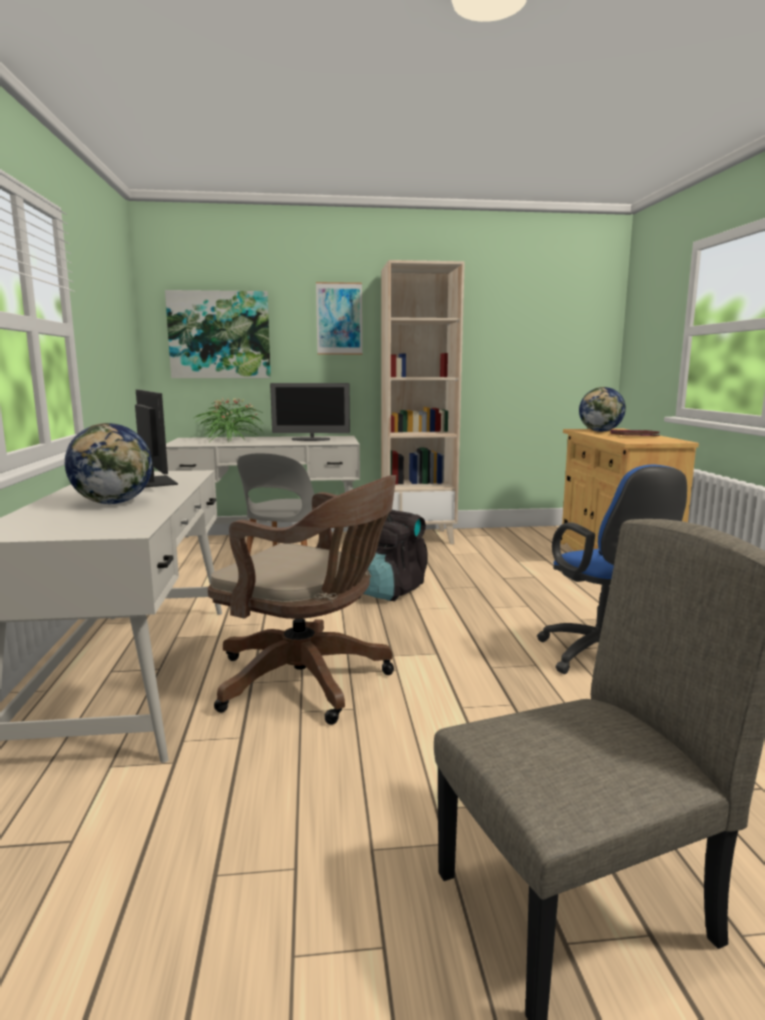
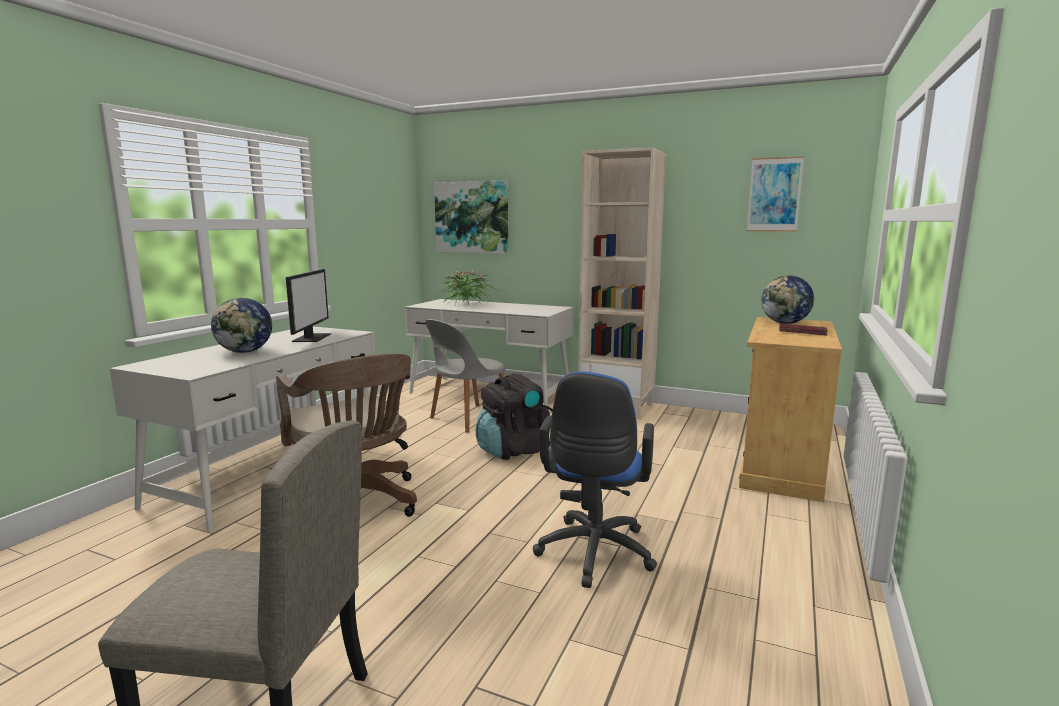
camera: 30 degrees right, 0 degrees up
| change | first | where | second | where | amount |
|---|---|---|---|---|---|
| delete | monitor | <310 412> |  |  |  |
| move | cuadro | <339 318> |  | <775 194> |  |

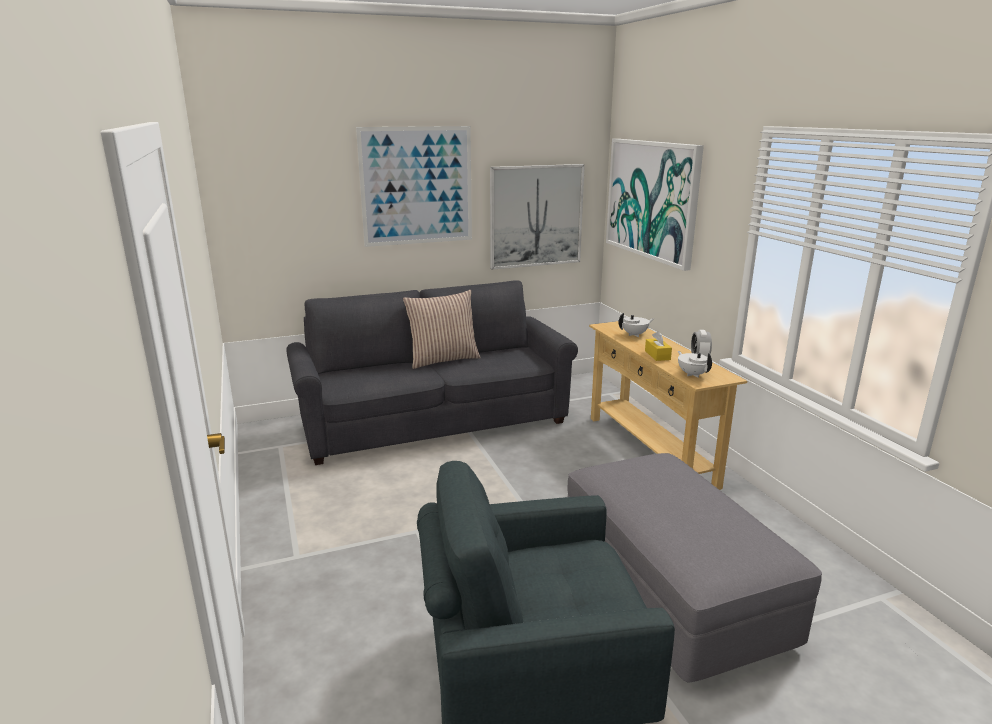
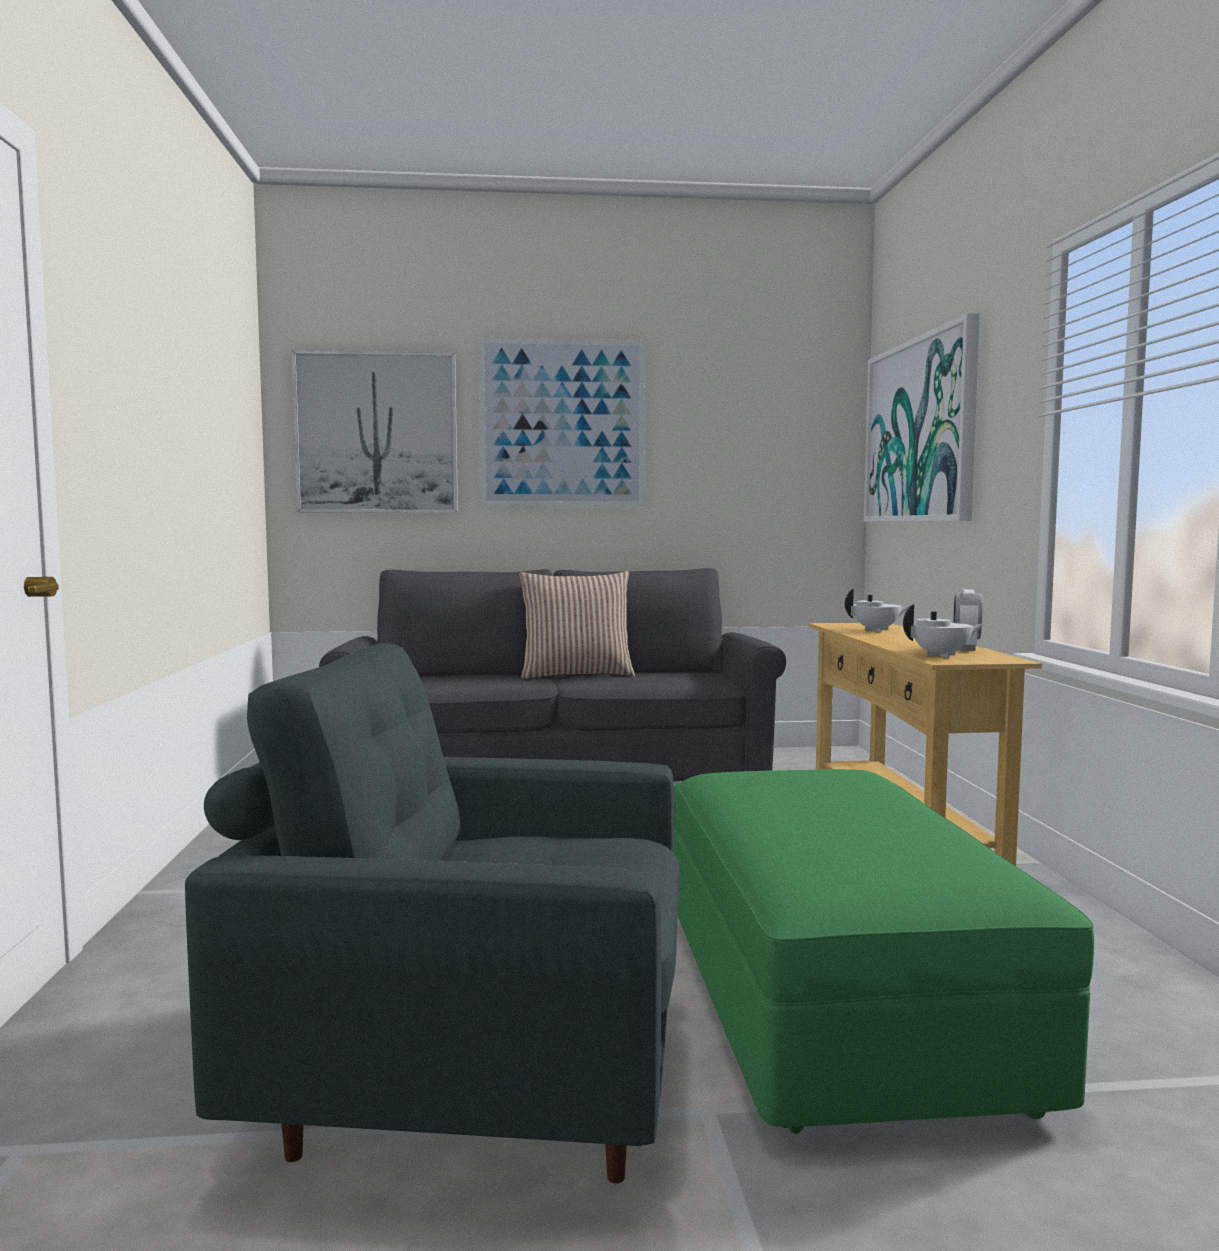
camera: 15 degrees right, 15 degrees down
| change | first | where | second | where | amount |
|---|---|---|---|---|---|
| move | cuadro | <537 217> |  | <374 431> |  |
| recolor | puf [gris] | <695 567> | puf [verde] | <884 951> |  |
| delete | caja de pañuelos [amarillo] | <658 346> |  |  |  |
| rotate | tetera [blanco] | <695 364> |  | <943 631> | 90 degrees clockwise |

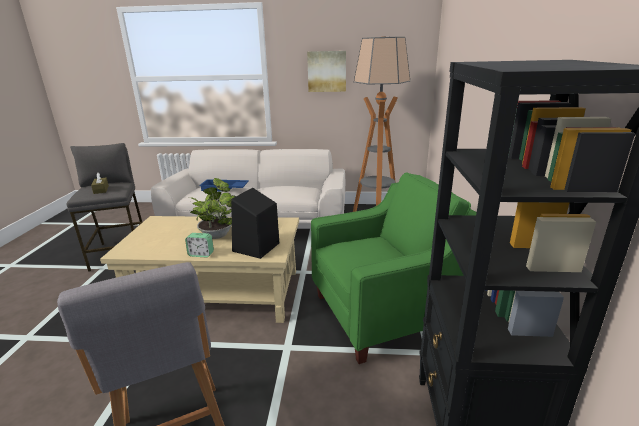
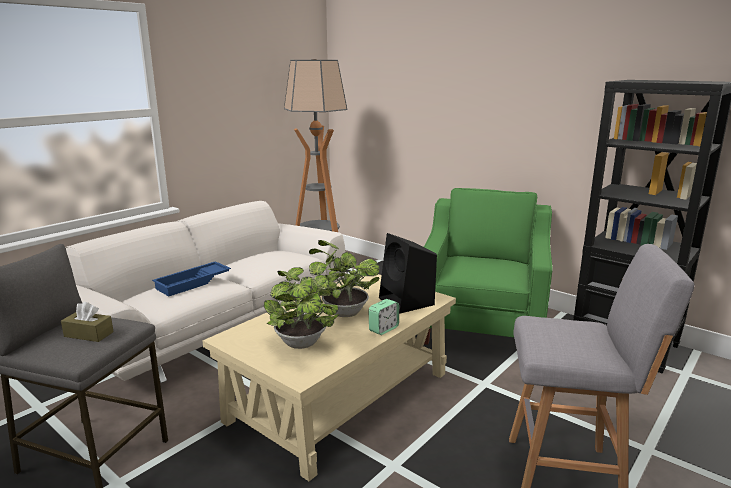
camera: 55 degrees left, 5 degrees down
| change | first | where | second | where | amount |
|---|---|---|---|---|---|
| delete | cuadro | <326 71> |  |  |  |
| insert |  |  | planta en maceta | <301 308> |  |

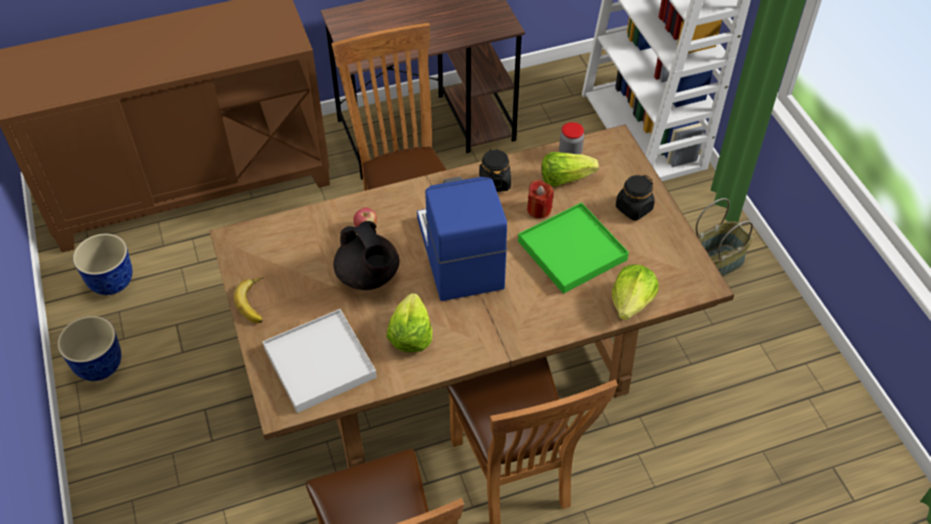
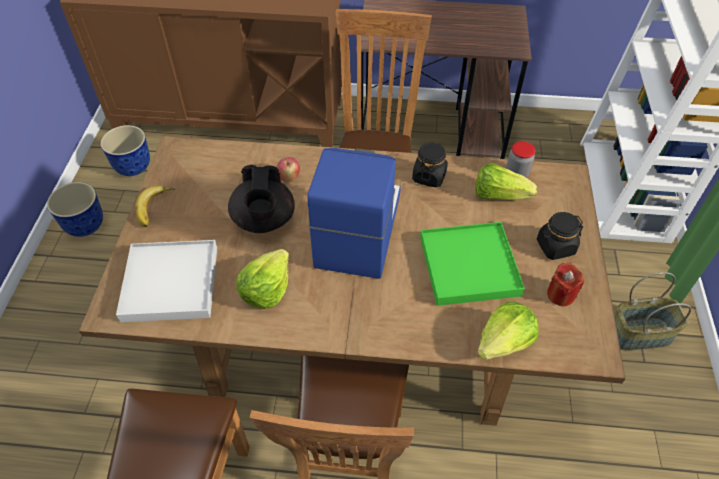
camera: 25 degrees right, 0 degrees up
| change | first | where | second | where | amount |
|---|---|---|---|---|---|
| move | vela [rojo] | <540 199> |  | <565 284> |  |

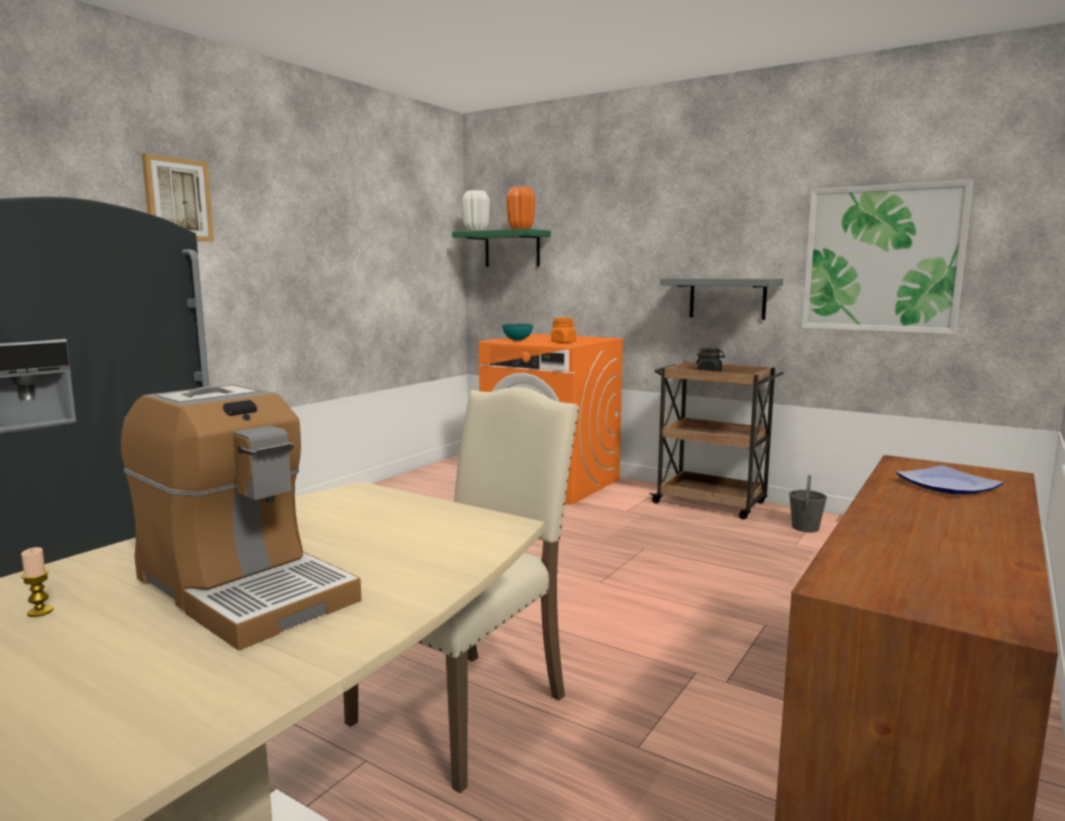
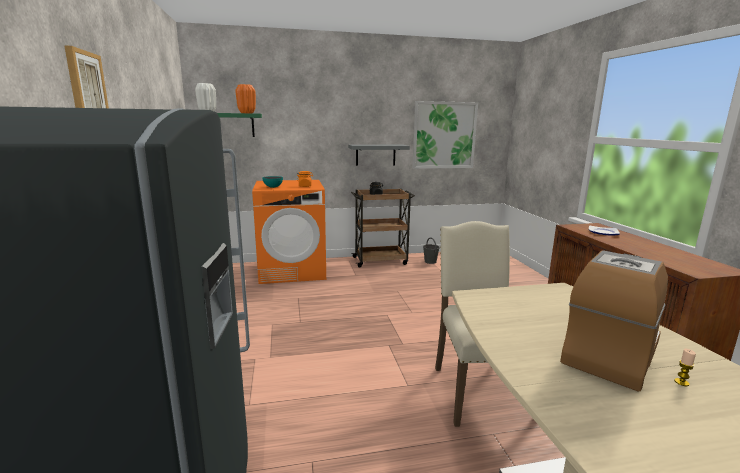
camera: 45 degrees left, 5 degrees up
| change | first | where | second | where | amount |
|---|---|---|---|---|---|
| move | vela | <37 582> |  | <685 367> |  |
| rotate | cafetera | <241 517> |  | <614 321> | 45 degrees counterclockwise |

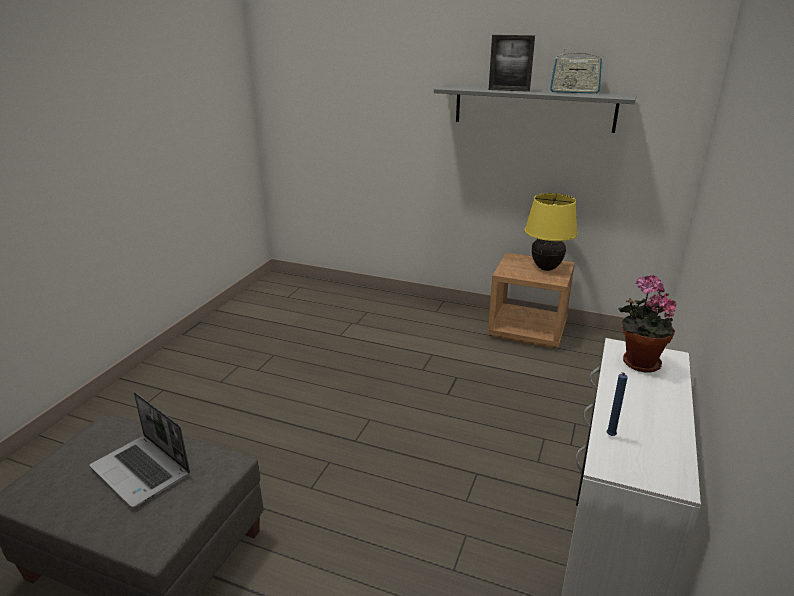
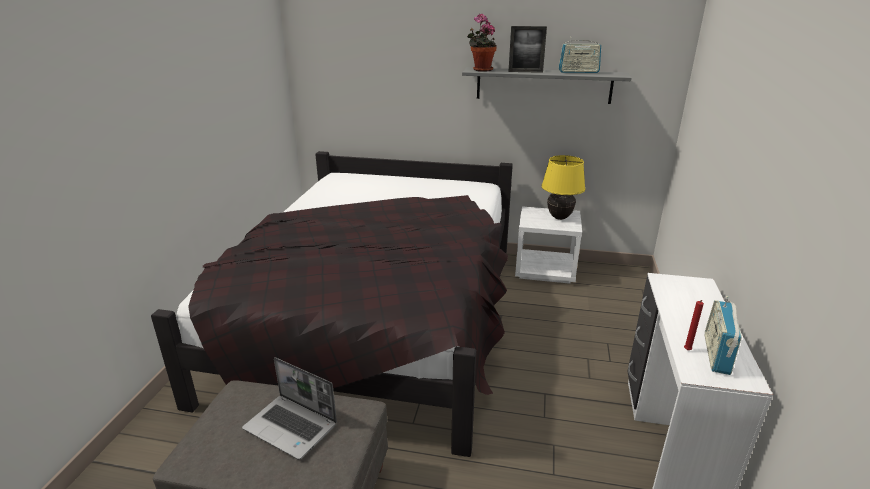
camera: 10 degrees left, 0 degrees up
| change | first | where | second | where | amount |
|---|---|---|---|---|---|
| recolor | mesita de noche [marrón] | <531 300> | mesita de noche [blanco] | <548 245> |  |
| recolor | vela [azul] | <617 404> | vela [rojo] | <694 325> |  |
| move | planta en maceta | <647 324> |  | <482 43> |  |
| insert |  |  | cama [negro] | <332 304> |  |
| insert |  |  | radio | <723 335> |  |

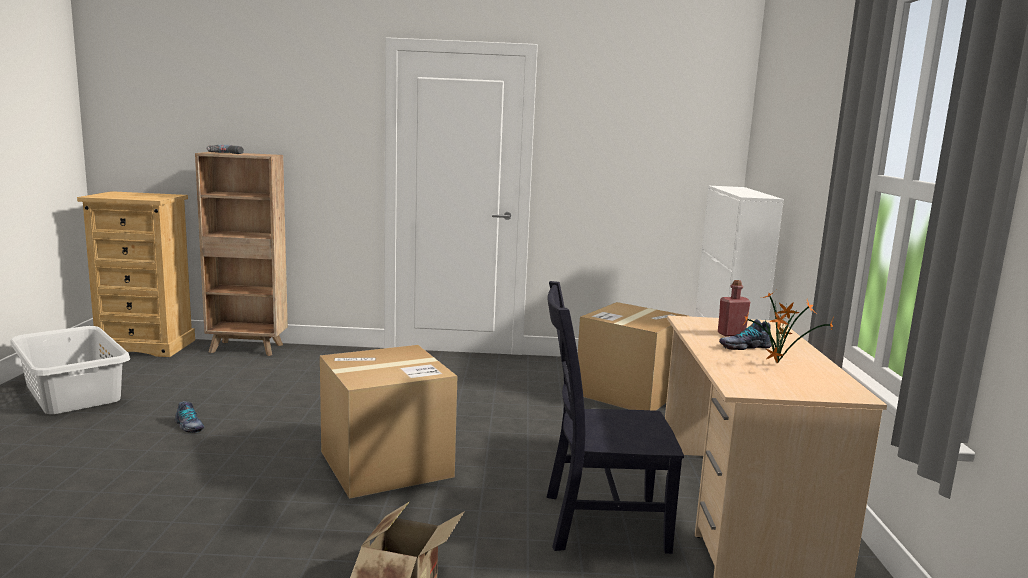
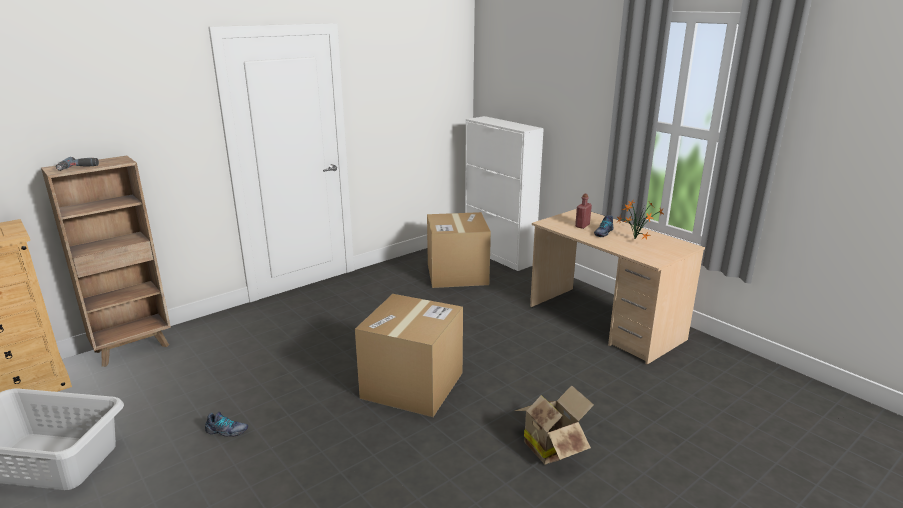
camera: 40 degrees left, 10 degrees up
| change | first | where | second | where | amount |
|---|---|---|---|---|---|
| delete | silla [negro] | <615 417> |  |  |  |

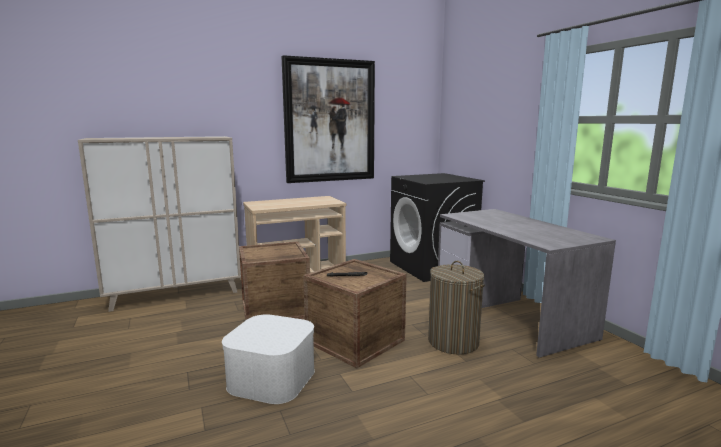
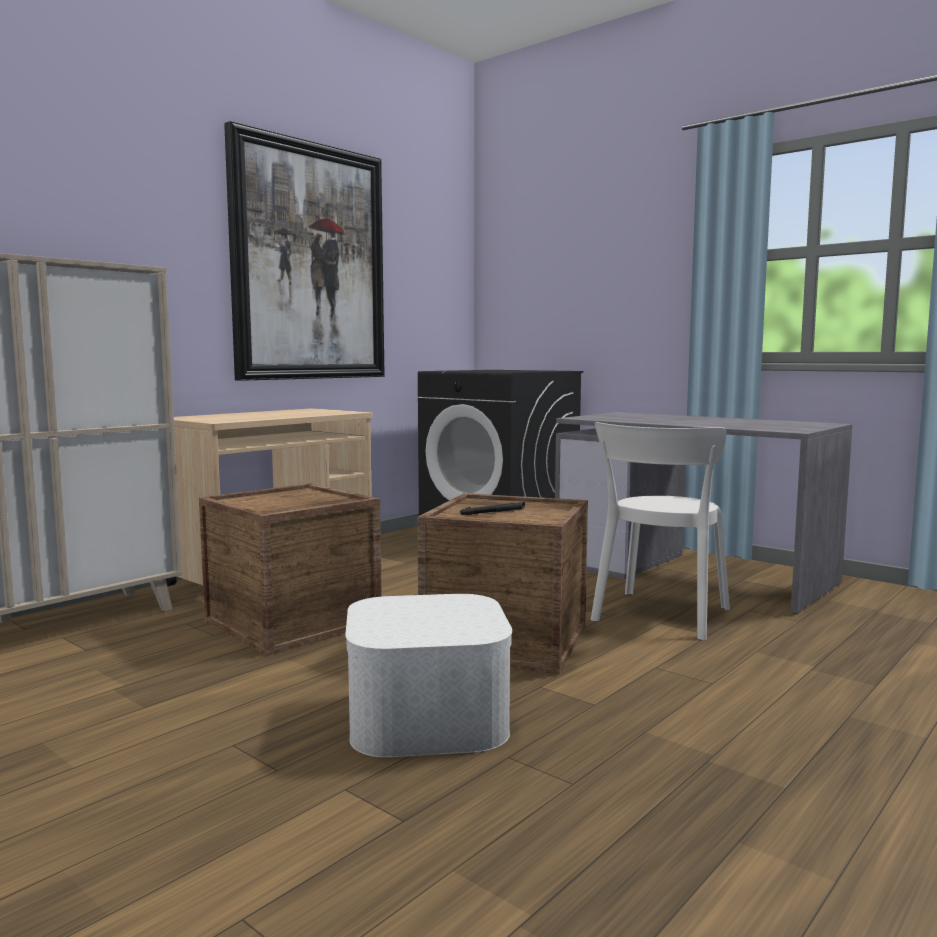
camera: 25 degrees left, 5 degrees down
| change | first | where | second | where | amount |
|---|---|---|---|---|---|
| replace | cesto de la ropa | <456 307> | silla [blanco] | <660 531> |  |

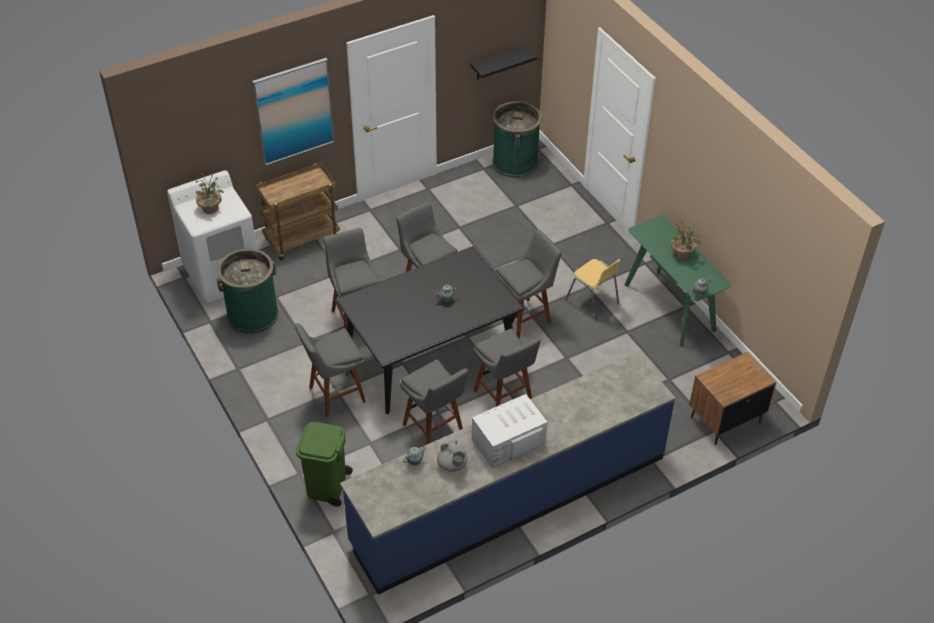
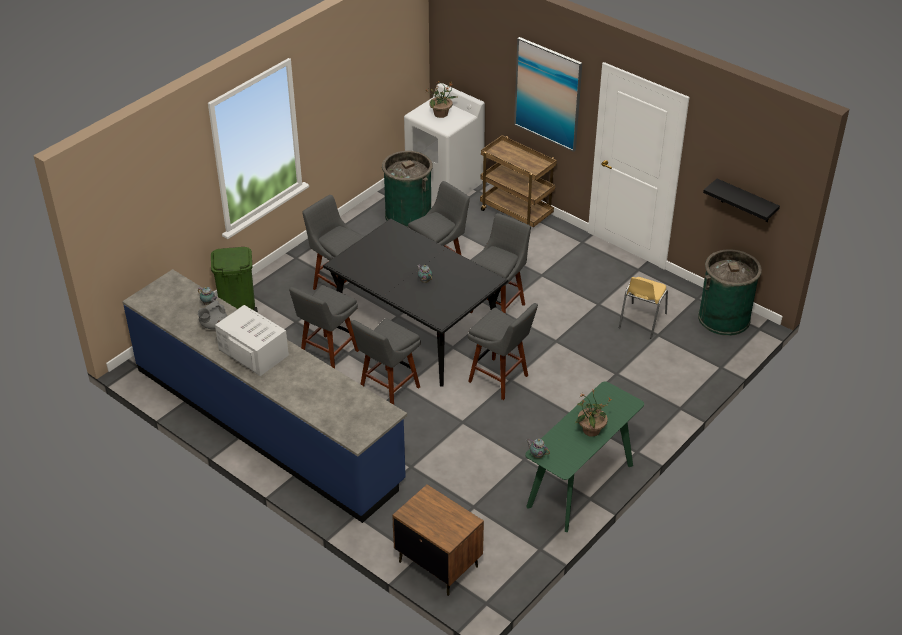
camera: 70 degrees right, 5 degrees down
| change | first | where | second | where | amount |
|---|---|---|---|---|---|
| move | silla [amarillo] | <593 290> |  | <643 307> |  |

